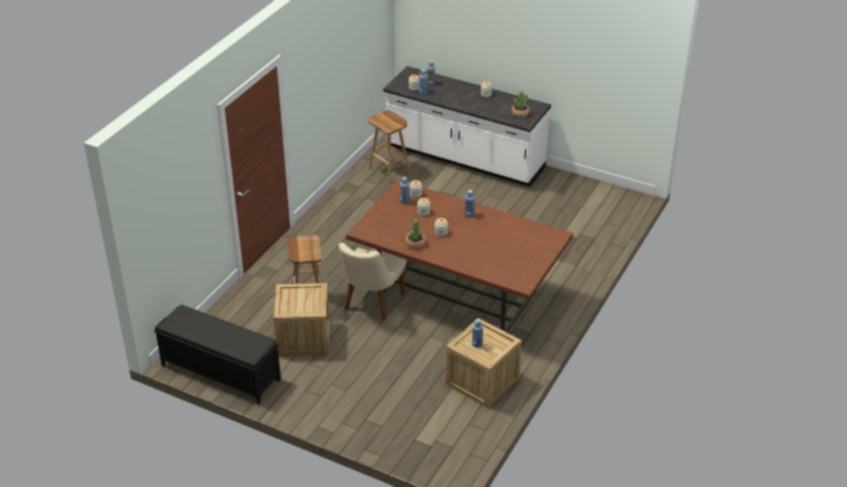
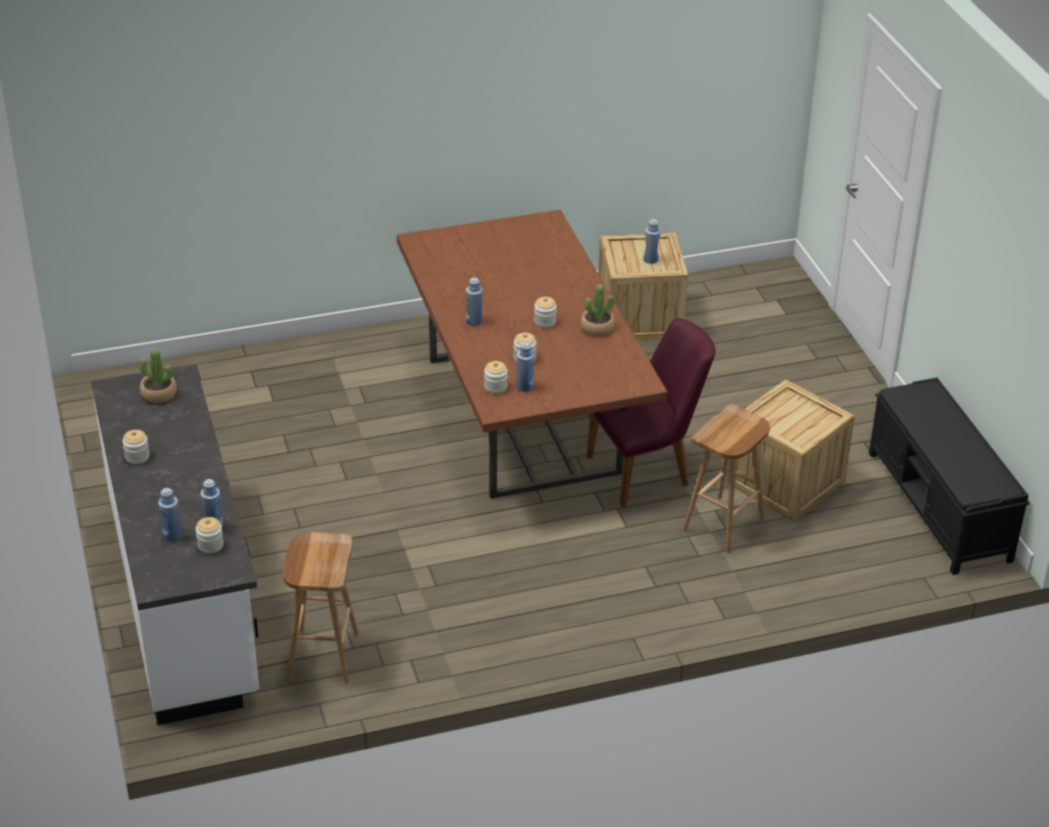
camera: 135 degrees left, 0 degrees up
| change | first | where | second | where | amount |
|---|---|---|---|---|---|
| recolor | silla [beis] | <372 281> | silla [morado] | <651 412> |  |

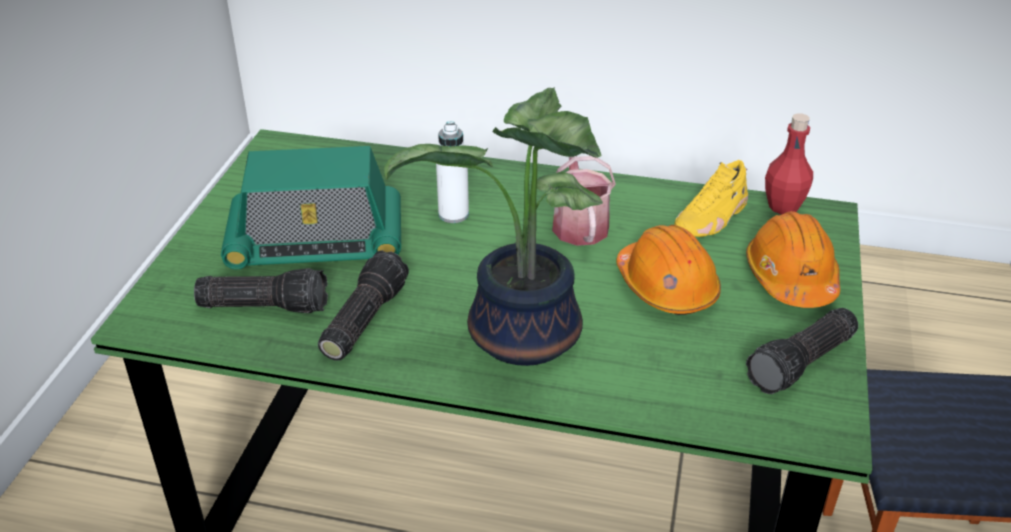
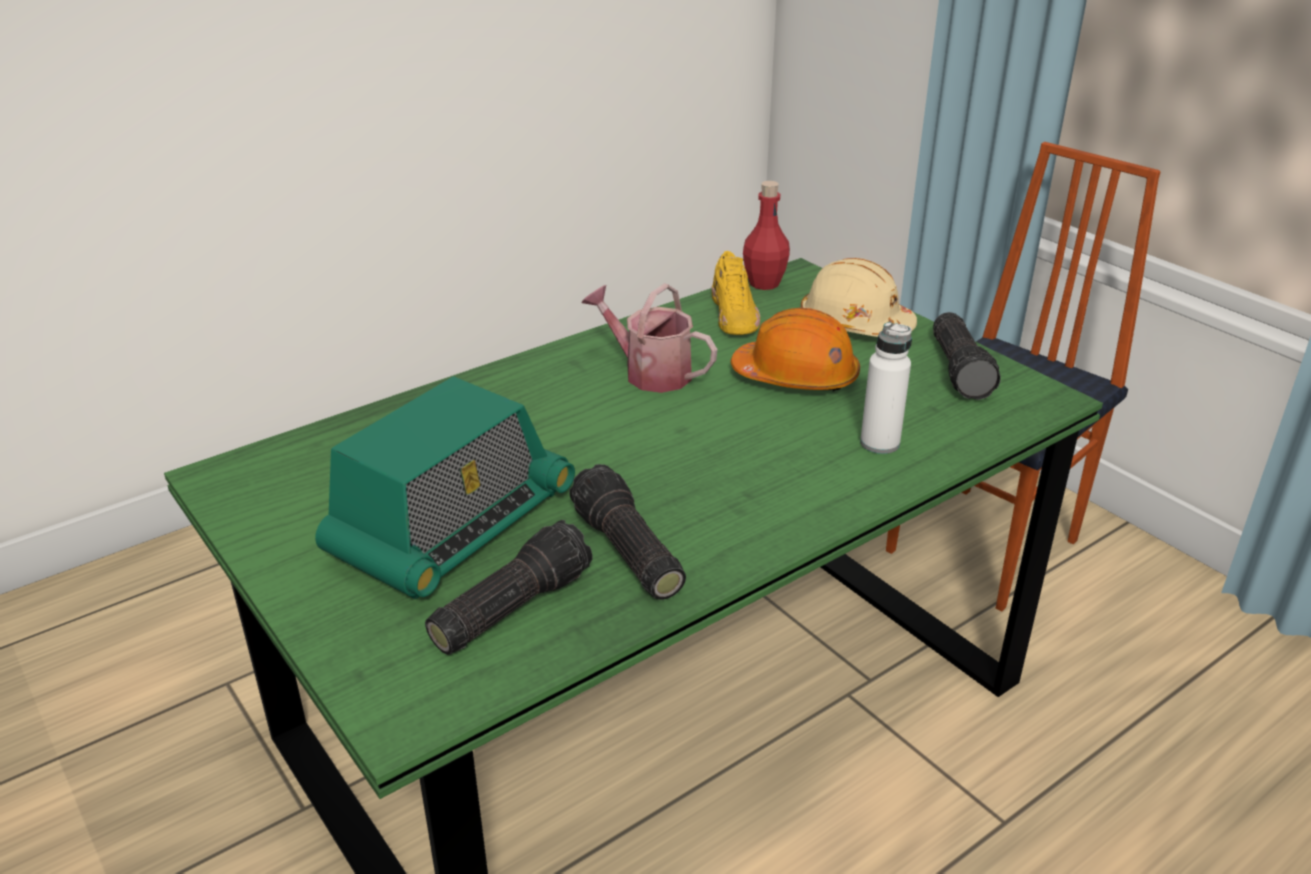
camera: 50 degrees left, 5 degrees down
| change | first | where | second | where | amount |
|---|---|---|---|---|---|
| delete | planta en maceta | <493 226> |  |  |  |
| move | botella [blanco] | <452 172> |  | <886 388> |  |
| recolor | casco [naranja] | <793 259> | casco [beis] | <859 297> |  |

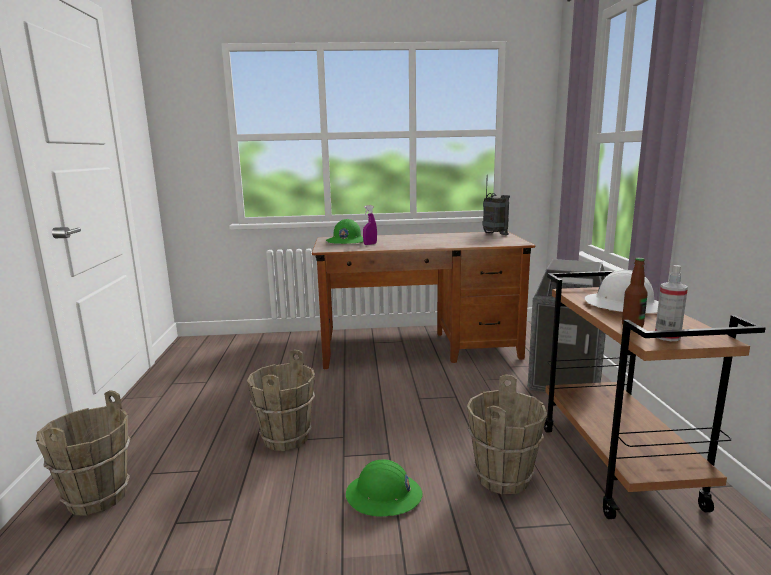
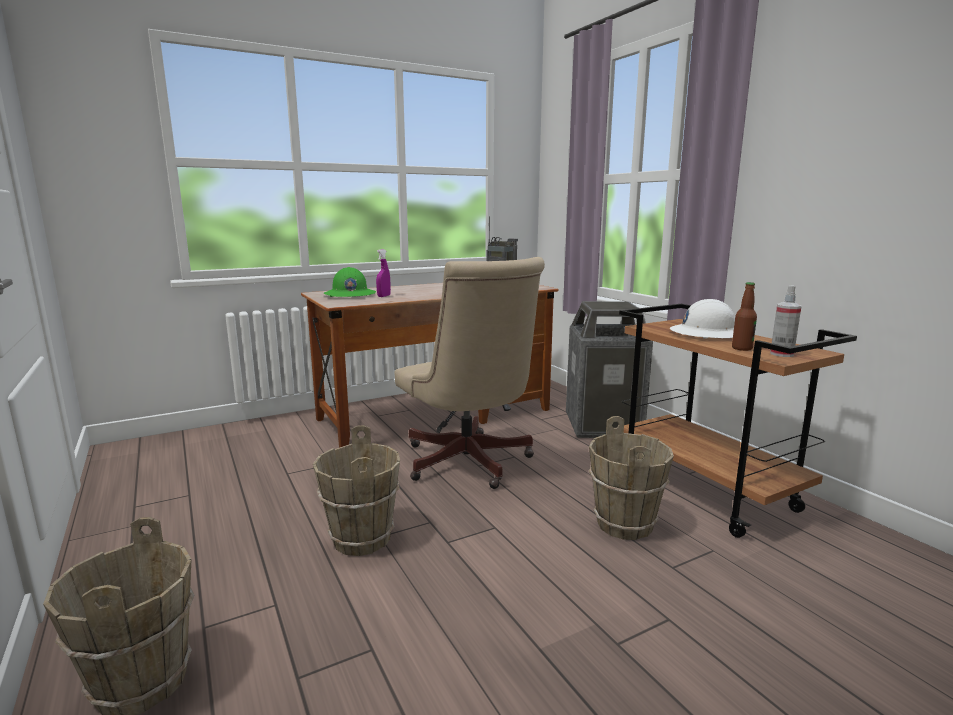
camera: 25 degrees left, 0 degrees up
| change | first | where | second | where | amount |
|---|---|---|---|---|---|
| delete | casco [verde] | <384 488> |  |  |  |
| insert |  |  | silla de oficina [beis] | <470 373> |  |

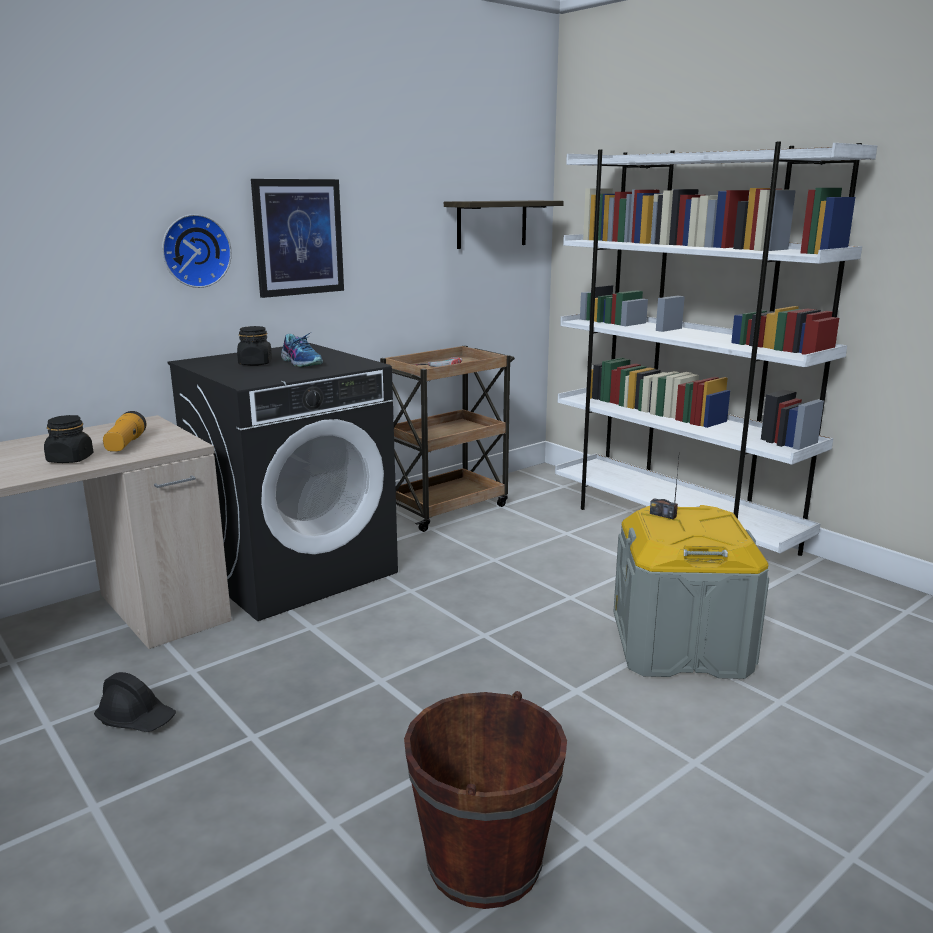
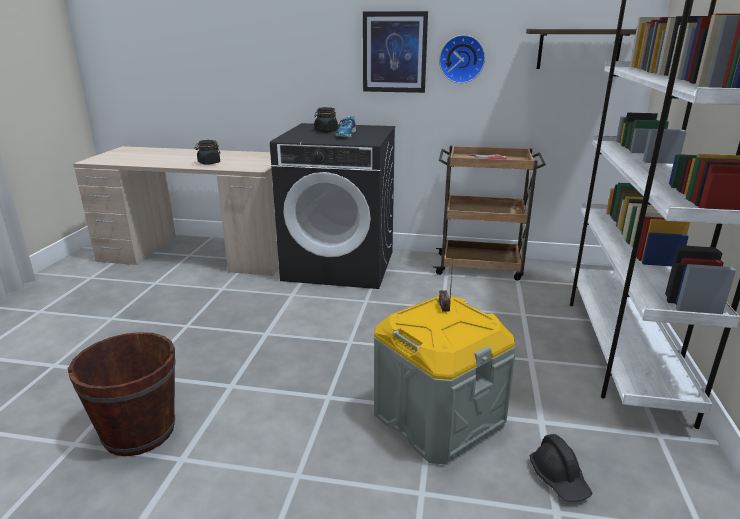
camera: 50 degrees right, 5 degrees up
| change | first | where | second | where | amount |
|---|---|---|---|---|---|
| move | casco [negro] | <135 702> |  | <561 468> |  |
| delete | linterna | <124 431> |  |  |  |
| move | reloj de pared | <197 251> |  | <462 59> |  |

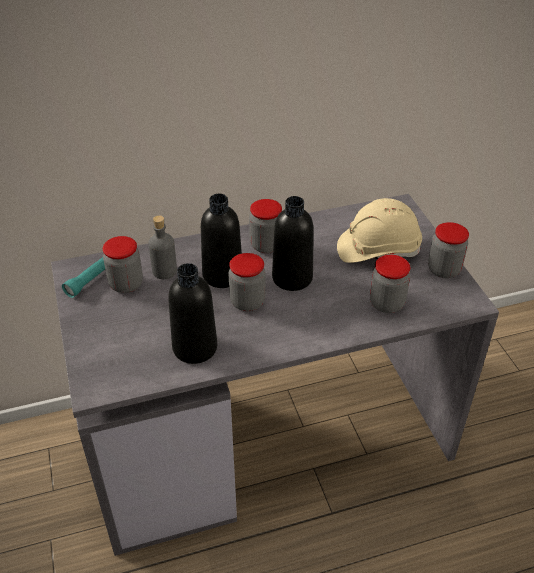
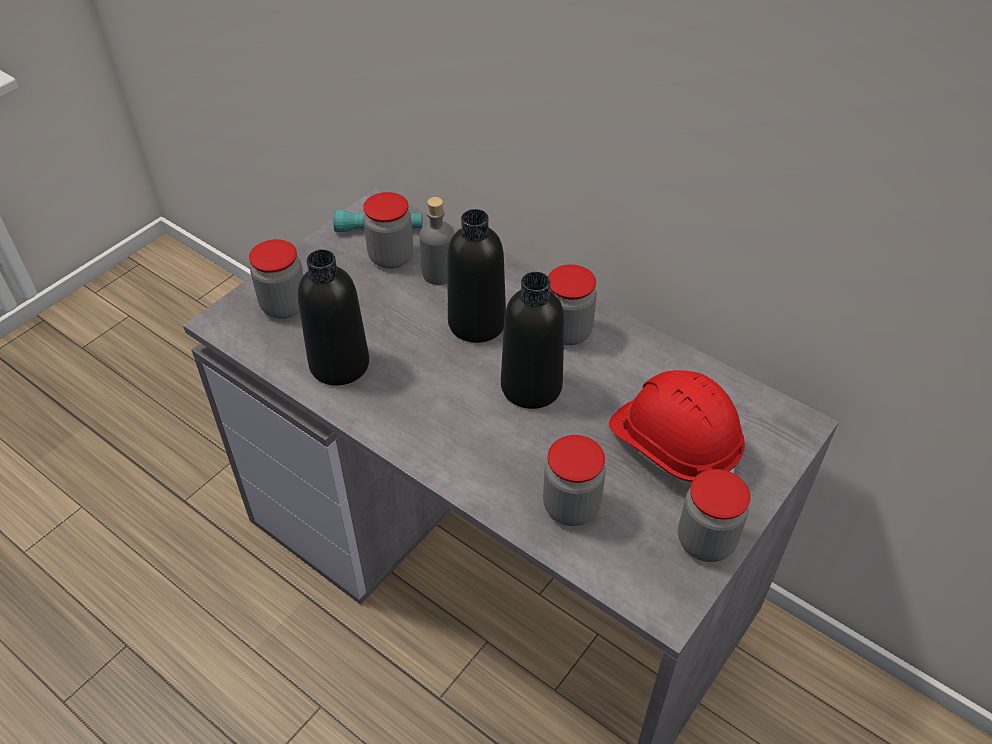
camera: 55 degrees right, 5 degrees up
| change | first | where | second | where | amount |
|---|---|---|---|---|---|
| move | tarro | <247 282> |  | <276 279> |  |
| recolor | casco [beis] | <379 230> | casco [rojo] | <677 429> |  |

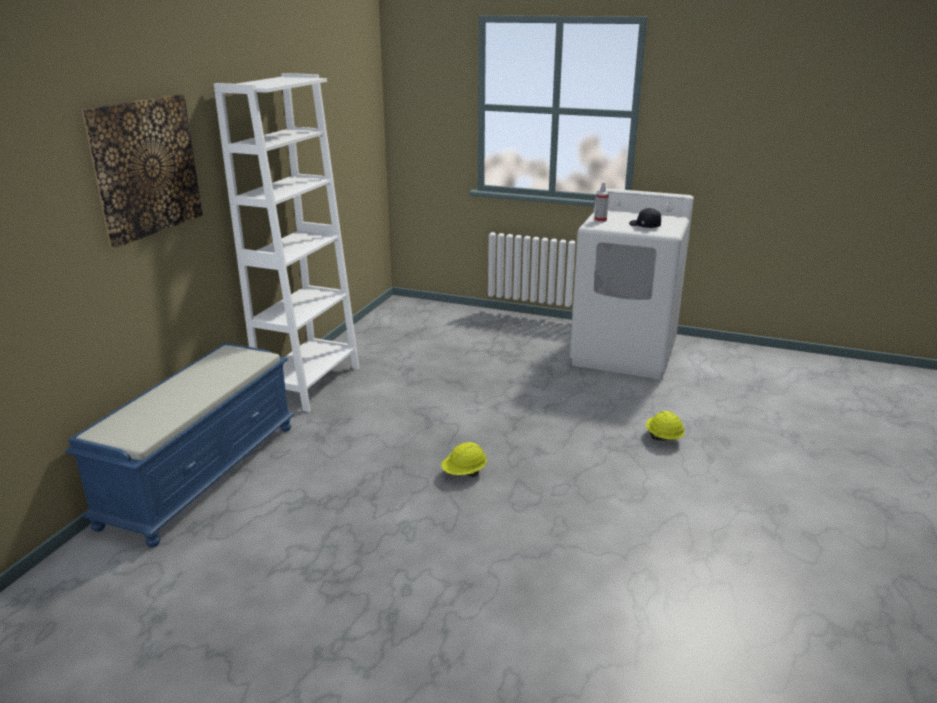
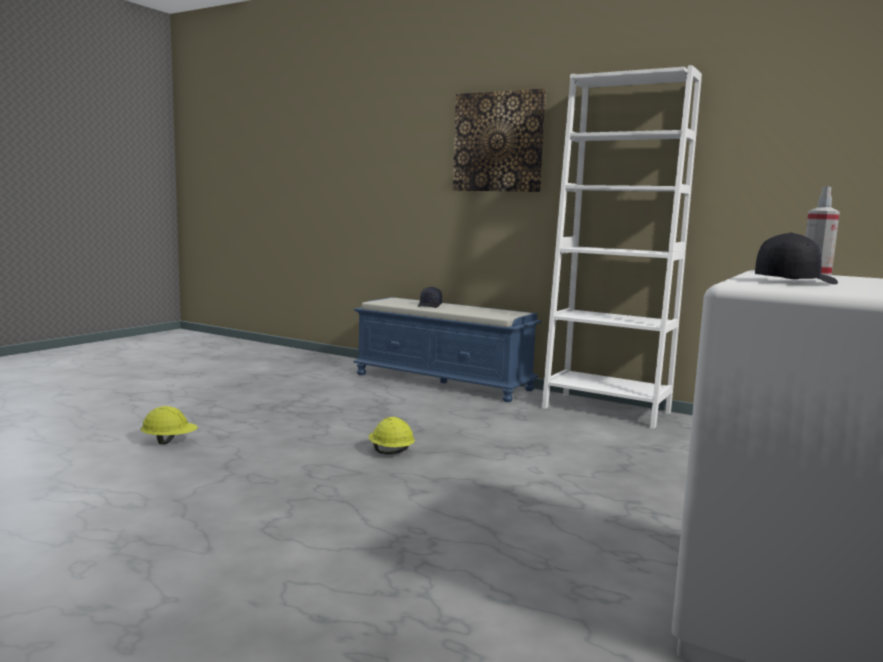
camera: 100 degrees right, 15 degrees down
| change | first | where | second | where | amount |
|---|---|---|---|---|---|
| move | casco [amarillo] | <665 425> |  | <169 425> |  |
| insert |  |  | gorra [negro] | <430 297> |  |

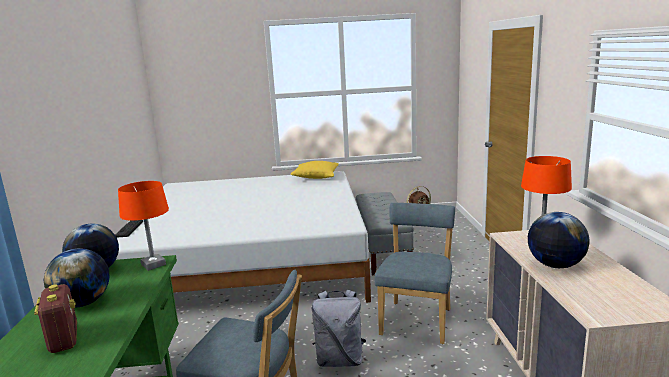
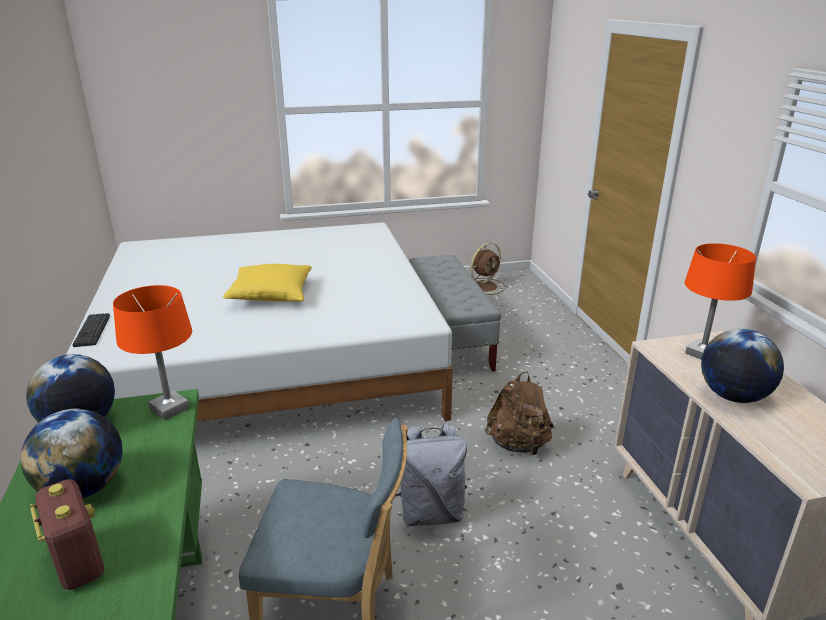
camera: 10 degrees left, 10 degrees up
| change | first | where | second | where | amount |
|---|---|---|---|---|---|
| move | cojín [amarillo] | <314 170> |  | <267 283> |  |
| replace | silla [azul] | <414 273> | mochila [marrón] | <519 413> |  |

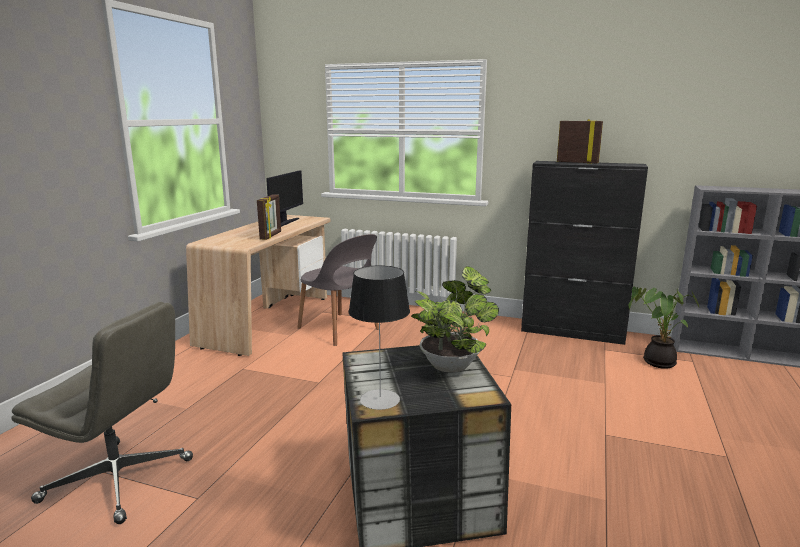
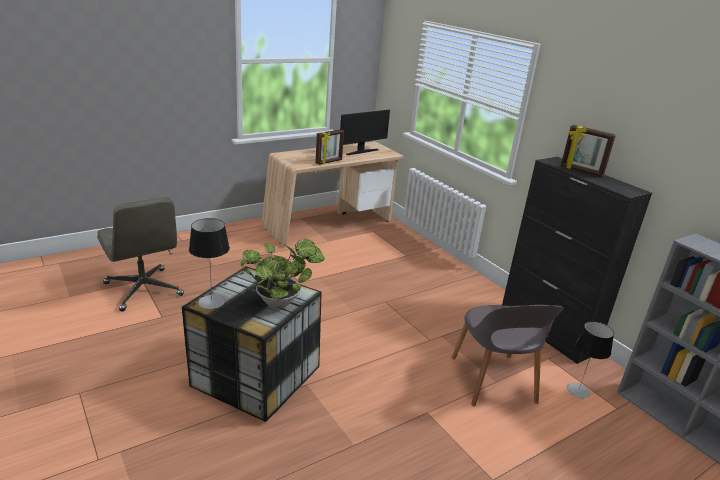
camera: 35 degrees right, 10 degrees up
| change | first | where | second | where | amount |
|---|---|---|---|---|---|
| move | silla [gris] | <338 290> |  | <508 355> |  |
| rotate | portarretratos | <580 141> |  | <588 151> | 150 degrees clockwise |
| replace | planta en maceta | <663 327> | lámpara de mesa | <590 359> |  |

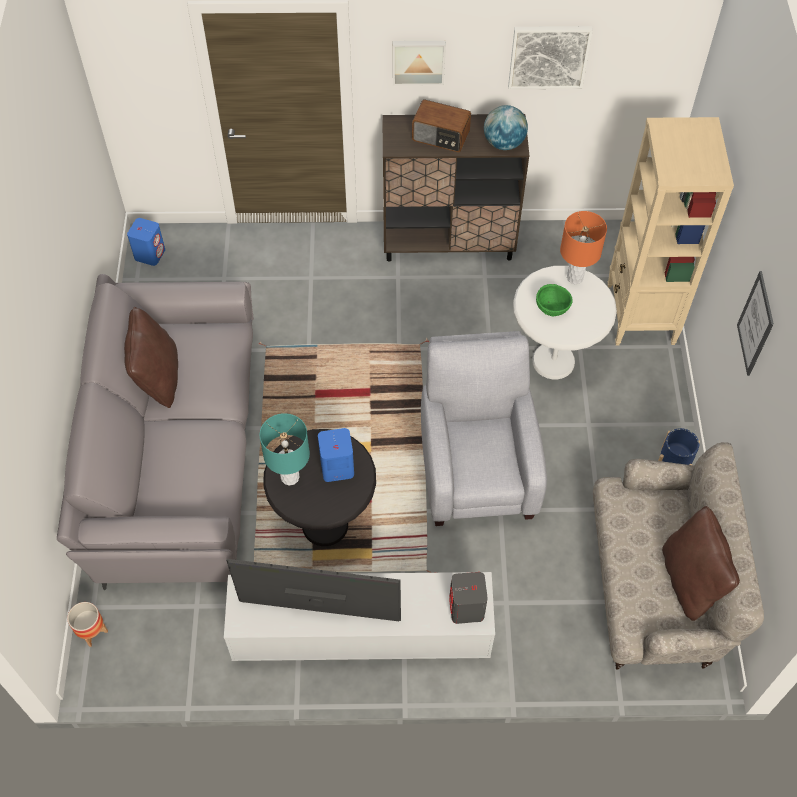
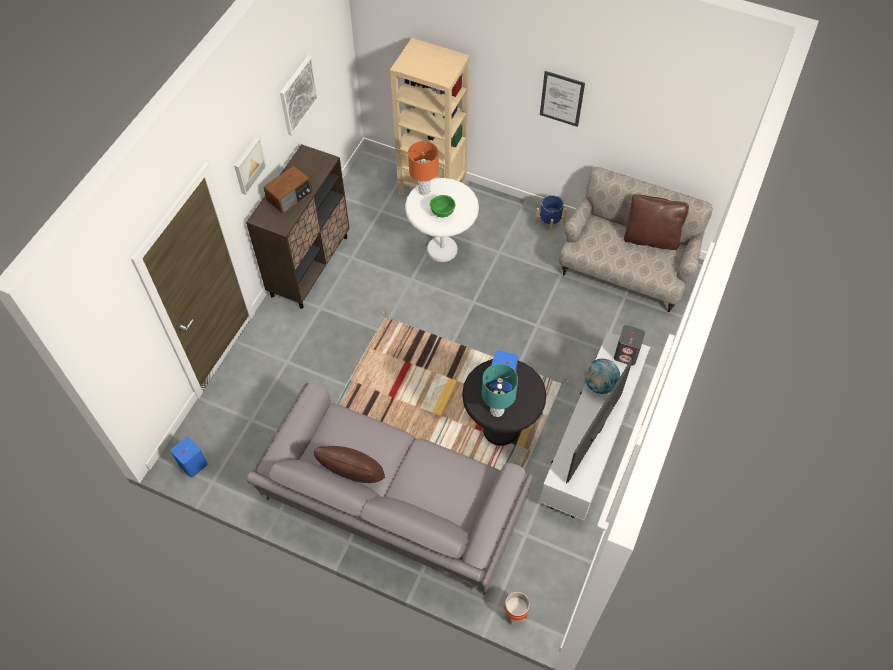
camera: 65 degrees left, 0 degrees up
| change | first | where | second | where | amount |
|---|---|---|---|---|---|
| delete | sillón [gris] | <484 428> |  |  |  |
| move | globo terráqueo | <506 127> |  | <602 376> |  |

